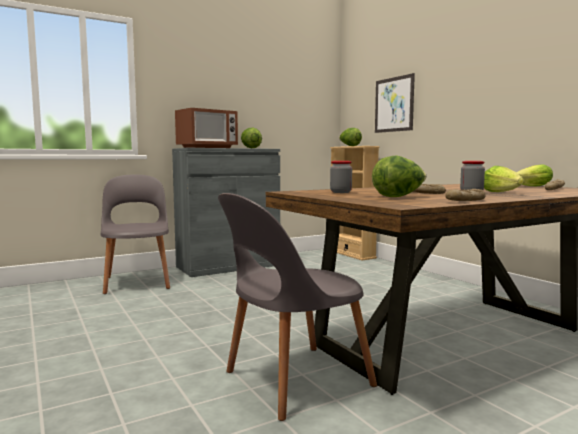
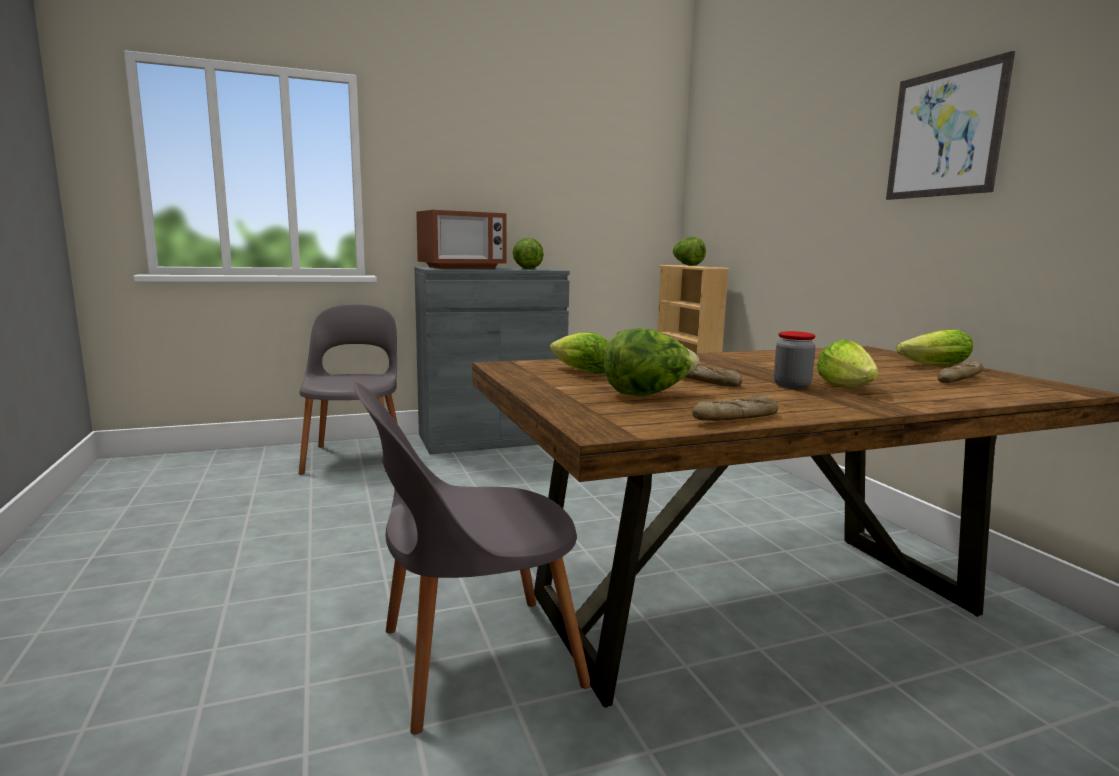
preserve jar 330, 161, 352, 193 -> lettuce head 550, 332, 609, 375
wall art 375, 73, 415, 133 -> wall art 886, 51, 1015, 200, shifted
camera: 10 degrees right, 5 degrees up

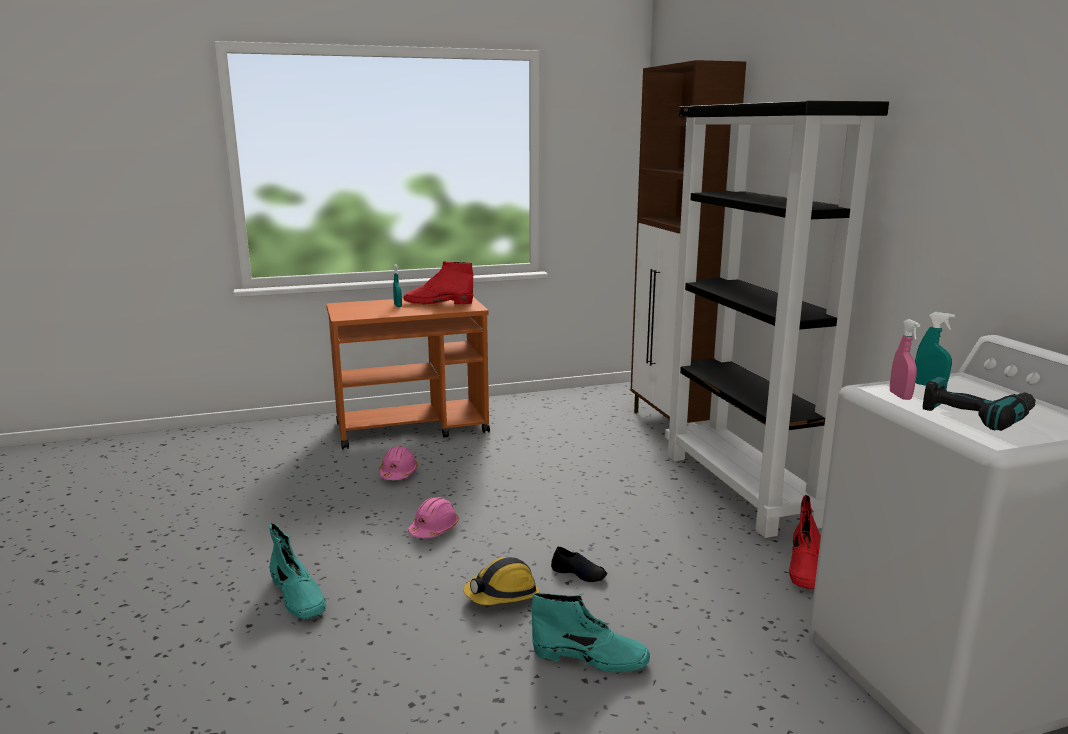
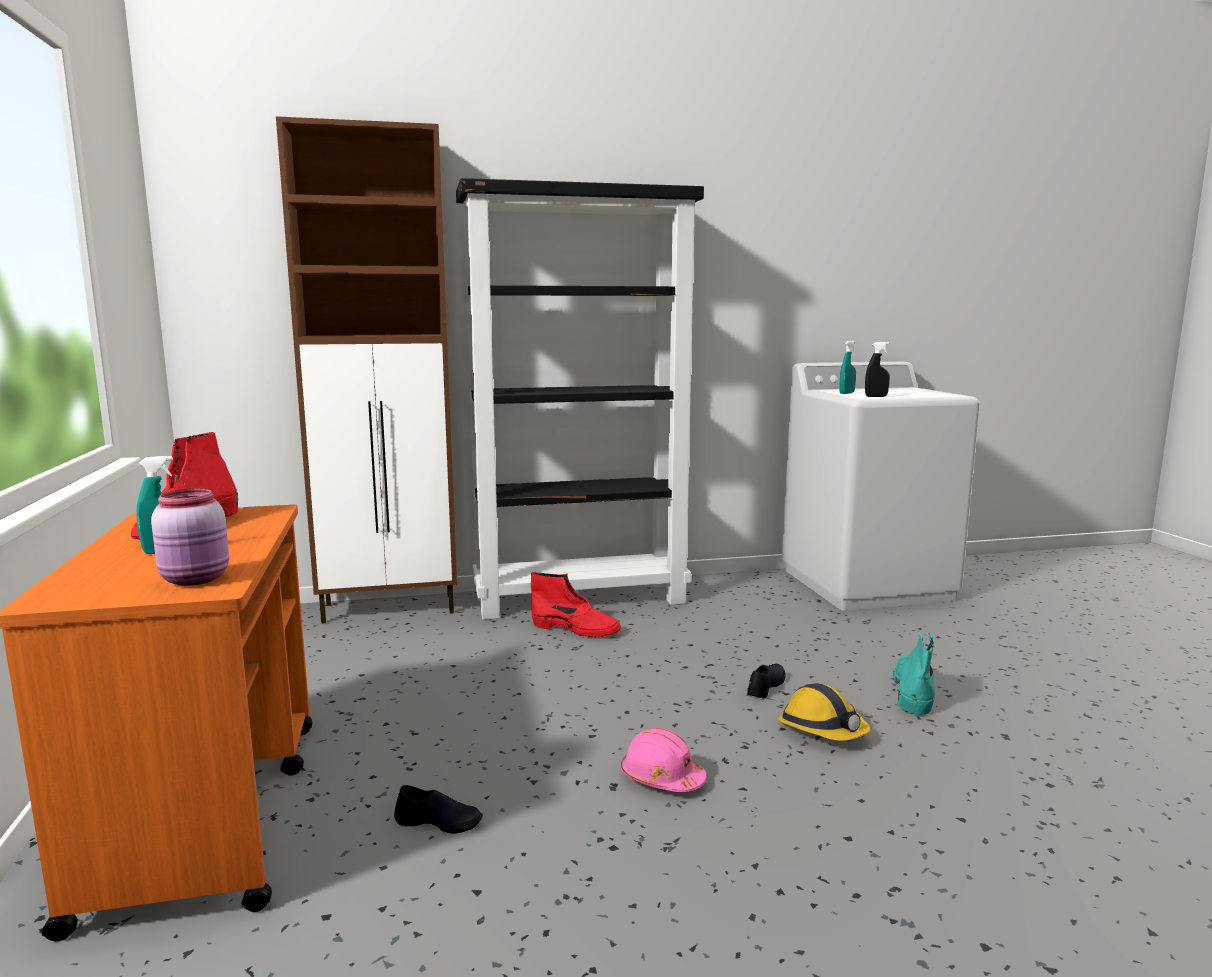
high-top boot/turquoise-coloured 269, 523, 326, 619 -> none
work helmet/pinkish 379, 446, 418, 480 -> shoe/blackish 394, 785, 483, 834
high-top boot/red 789, 495, 821, 589 -> high-top boot/red 531, 572, 621, 637, shifted
spray bottle/pinkish 890, 319, 920, 400 -> spray bottle/blackish 865, 342, 890, 397
power drill 923, 376, 1036, 431 -> none
none -> preserve jar/pinkish 151, 489, 229, 586
camera: 85 degrees left, 5 degrees down

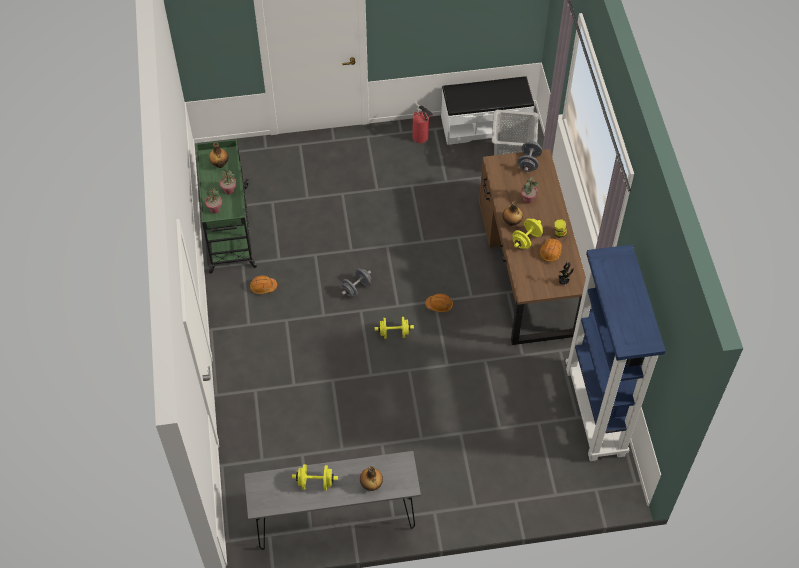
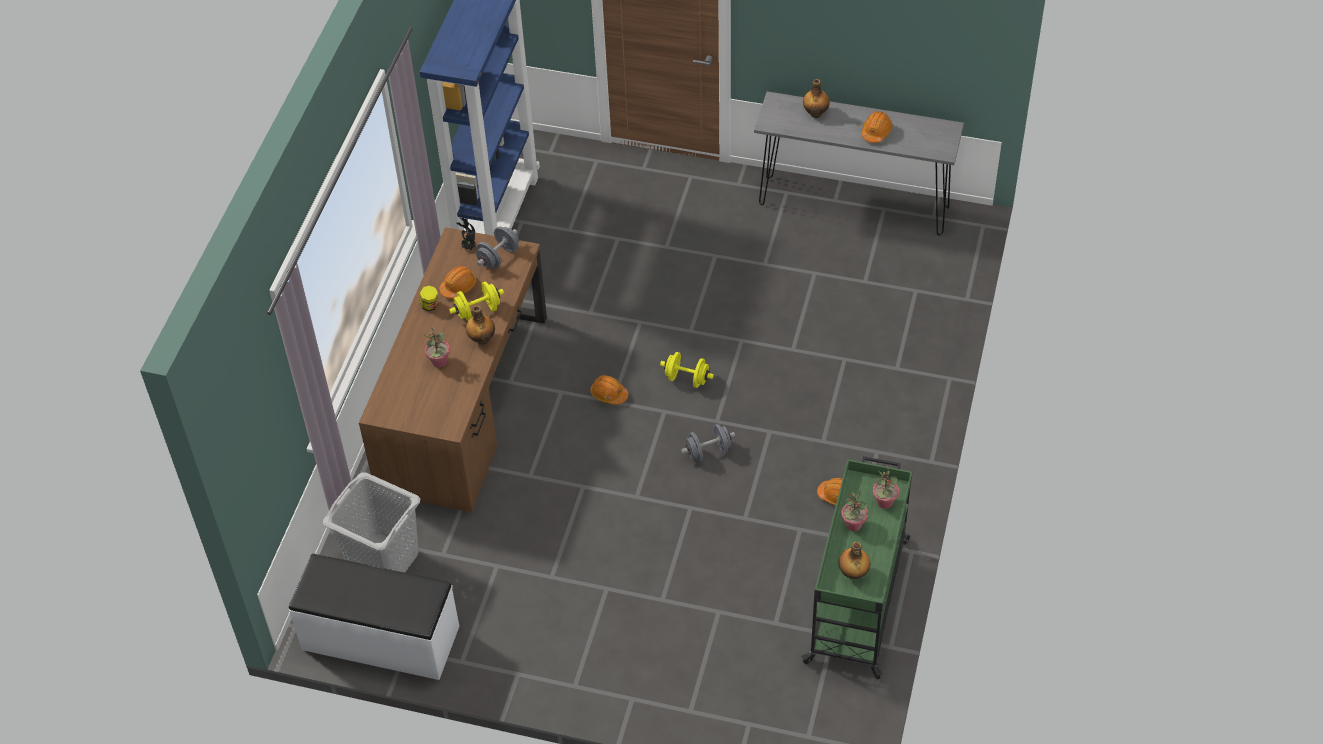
dumbbell/yellowish 292, 464, 338, 490 -> work helmet/orangey 861, 111, 893, 143
fire-fighting cylinder 412, 102, 434, 143 -> none
dumbbell/greyish 518, 141, 542, 172 -> dumbbell/greyish 476, 226, 519, 268, shifted
camera: 155 degrees left, 5 degrees down

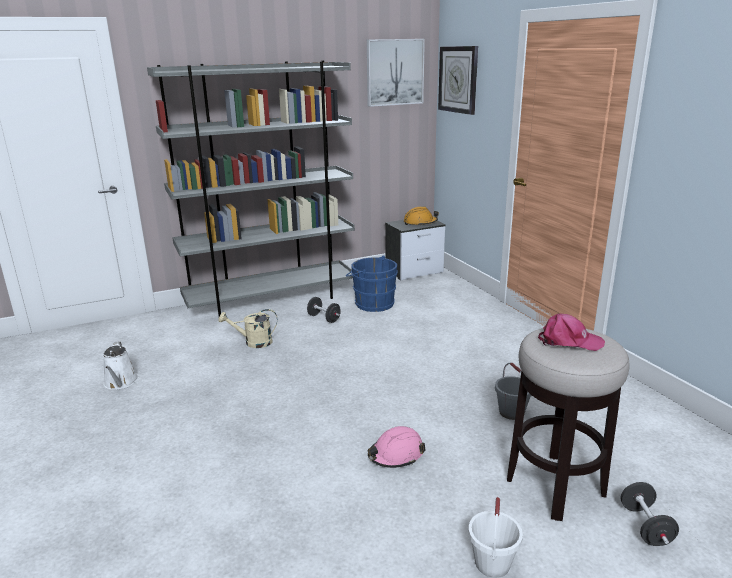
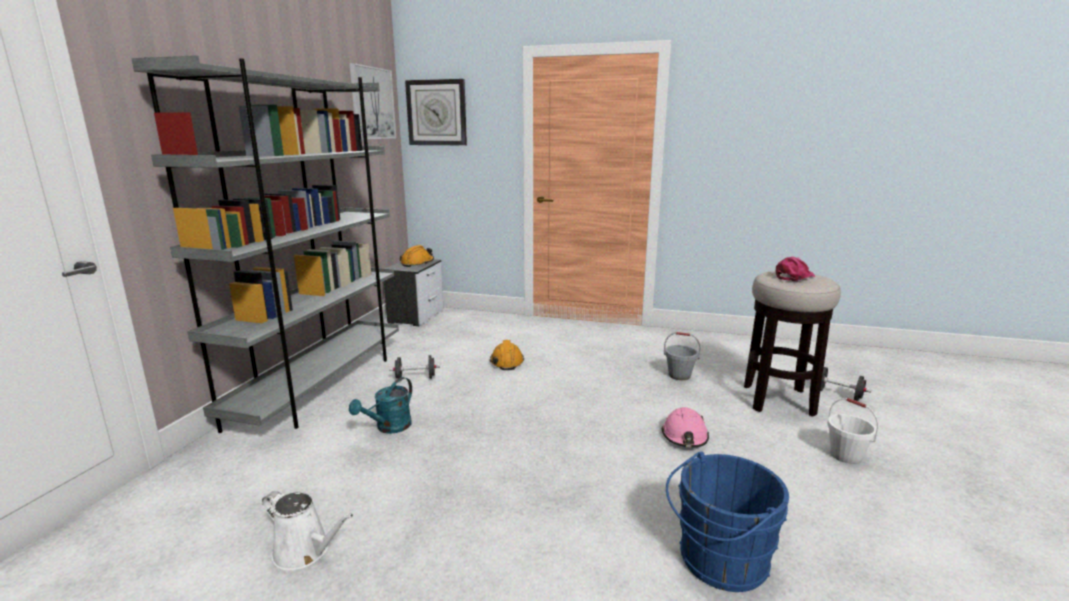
watering can/sand-coloured 218, 309, 277, 348 -> watering can/turquoise-coloured 349, 377, 412, 434
pail/blue 346, 256, 398, 312 -> pail/blue 666, 452, 789, 592, shifted
none -> work helmet/orangey 490, 340, 525, 370
camera: 50 degrees left, 5 degrees down

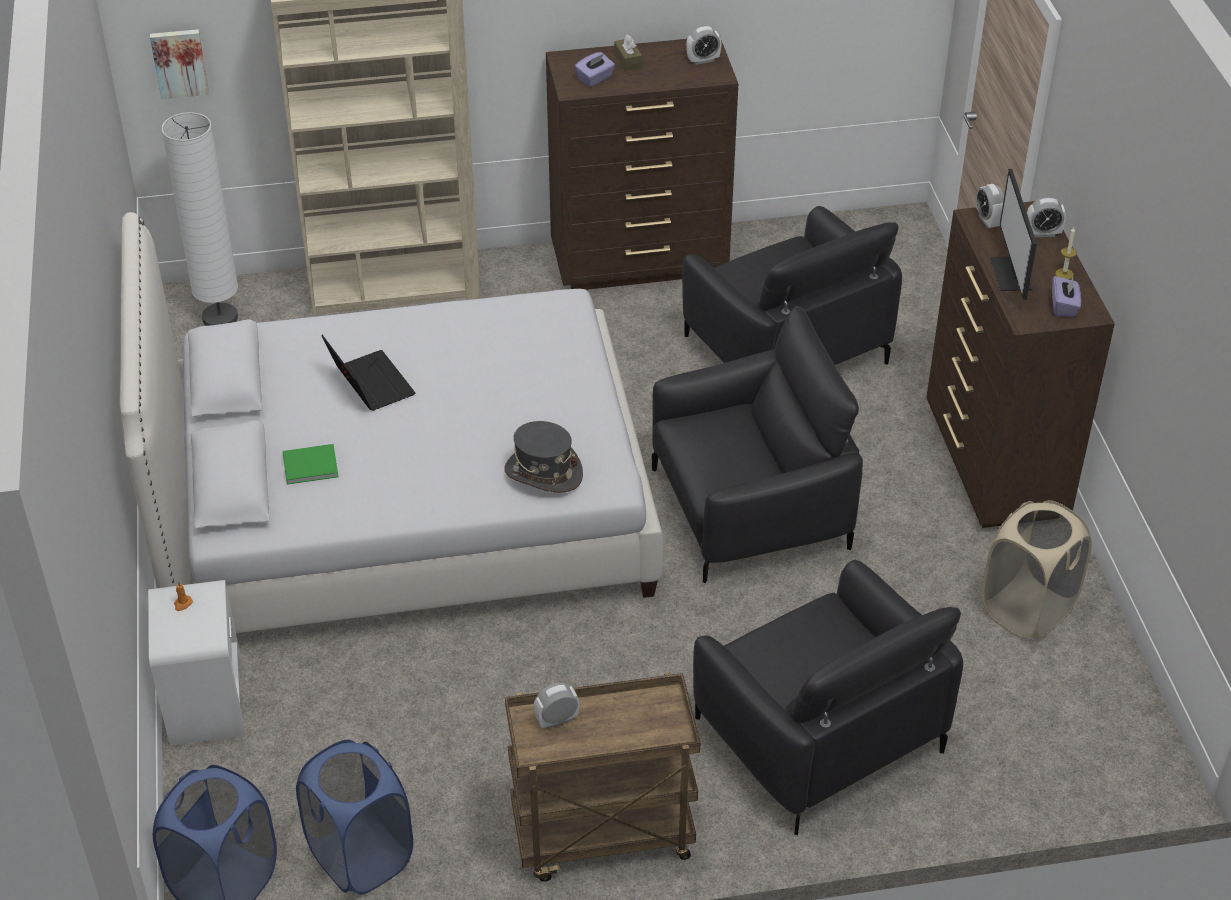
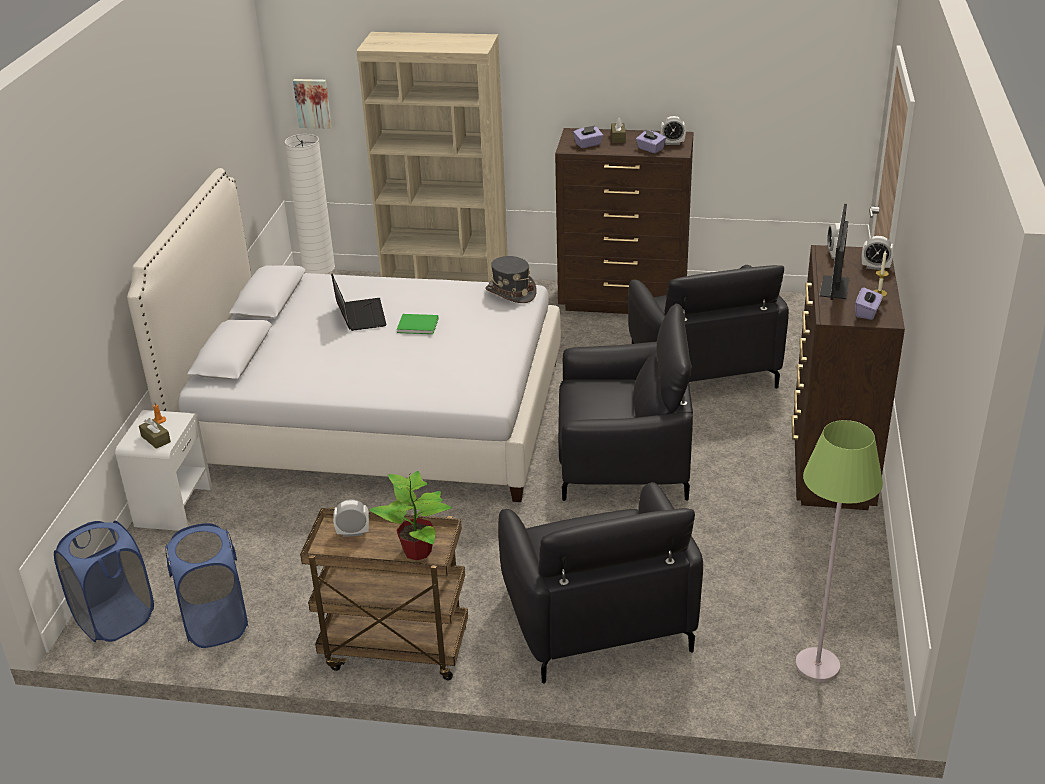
book/green 282, 444, 339, 485 -> book/green 397, 314, 439, 334, shifted
clothing hat/greyish 504, 421, 583, 493 -> clothing hat/greyish 485, 256, 537, 303, shifted
washing basket/sand-coloured 982, 500, 1092, 639 -> none
none -> box of tissues/brown-coloured 139, 418, 171, 449
none -> plant in a pot 369, 471, 452, 561
none -> box of tissues/purple 636, 129, 666, 153
none -> floor lamp/green 795, 420, 883, 682
camera: 20 degrees right, 10 degrees down

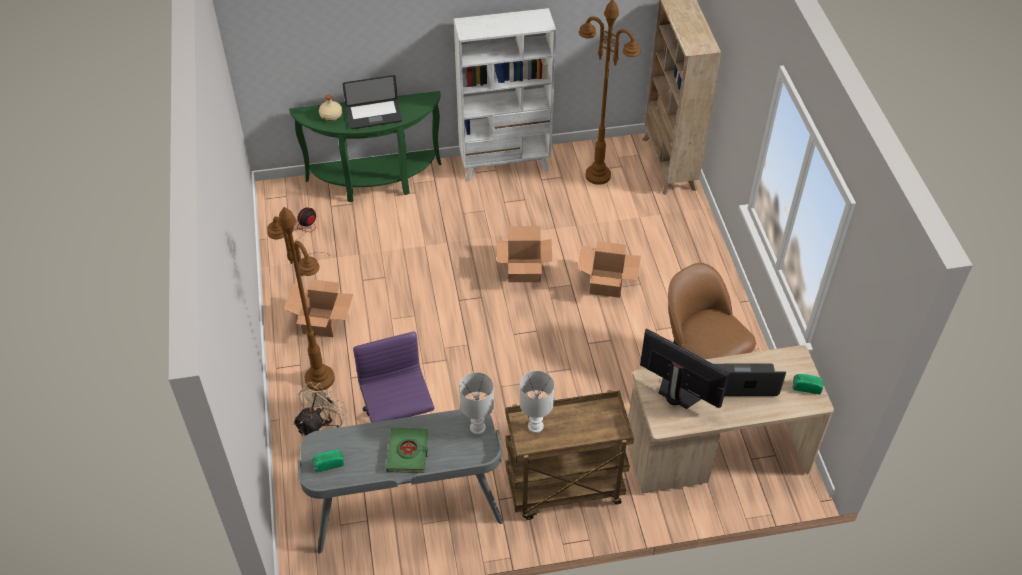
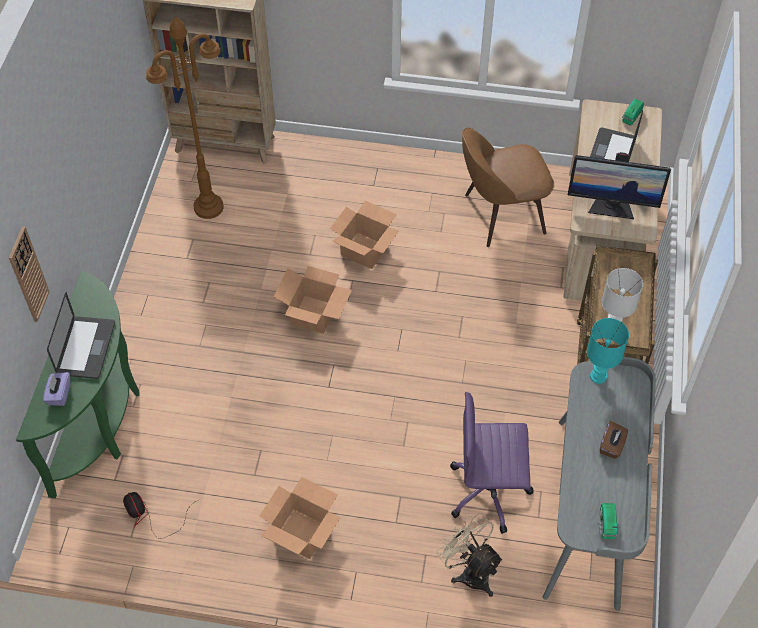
floor lamp/brown-coloured 267, 207, 335, 391 -> none
drink bottle/sand-coloured 319, 94, 343, 121 -> box of tissues/purple 43, 372, 71, 406
book/green 386, 428, 429, 473 -> box of tissues/brown-coloured 600, 421, 628, 459
shelving unit/whitish 454, 8, 556, 181 -> none
table lamp/whitish 459, 372, 494, 435 -> table lamp/turquoise-coloured 587, 318, 629, 384
computer display 640, 328, 730, 409 -> computer display 568, 152, 671, 219, 135 degrees counterclockwise
none -> hanging clock 9, 226, 50, 322
camera: 70 degrees left, 5 degrees up

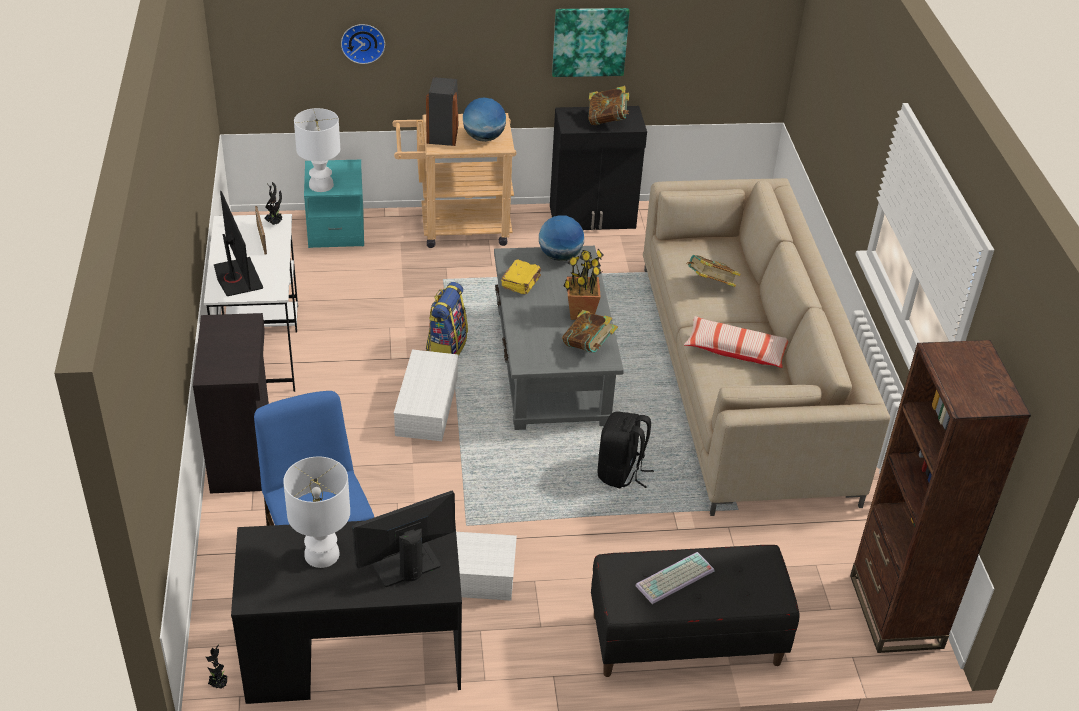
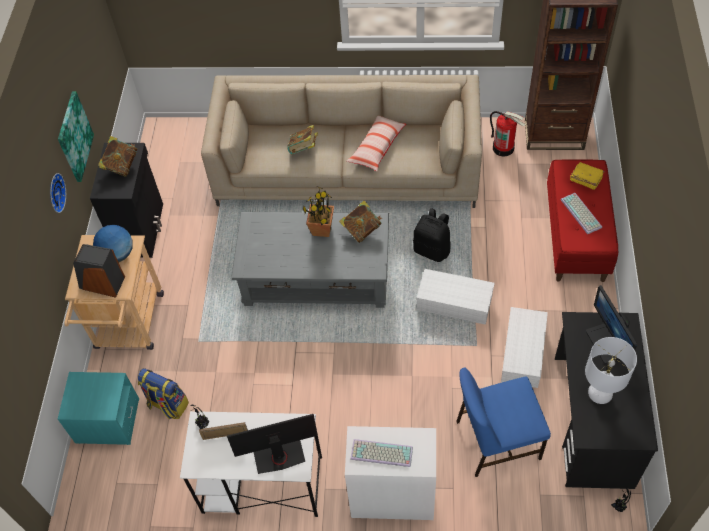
cabinet/blackish 193, 313, 269, 494 -> cabinet/whitish 345, 426, 436, 520
table lamp/whitish 294, 108, 340, 192 -> none
hanging clock 341, 24, 385, 64 -> hanging clock 50, 173, 66, 213, shifted
storage container/whitish 394, 349, 459, 441 -> storage container/whitish 416, 269, 495, 325, shifted
backpack 426, 282, 468, 355 -> backpack 138, 368, 189, 419, shifted
book/yellowish 501, 259, 541, 294 -> book/yellowish 570, 162, 604, 190, shifted
desk globe 539, 215, 584, 261 -> none
indoor bench/blackish 591, 545, 799, 677 -> indoor bench/red 547, 160, 618, 282
none -> computer keyboard 350, 439, 413, 467
none -> fire-fighting cylinder 490, 111, 525, 157
camera: 75 degrees left, 15 degrees up

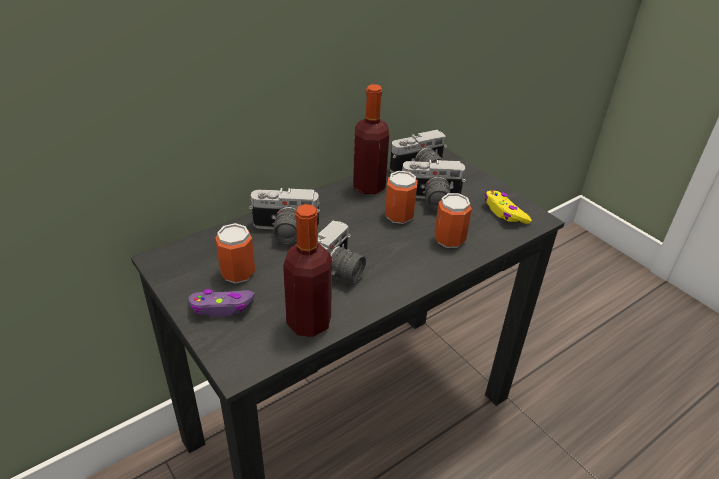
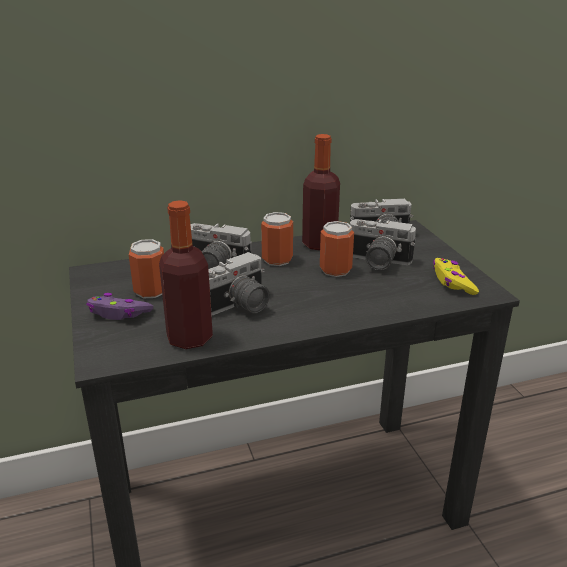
can 434, 193, 472, 248 -> can 261, 212, 293, 266, shifted
camera: 20 degrees right, 10 degrees down

